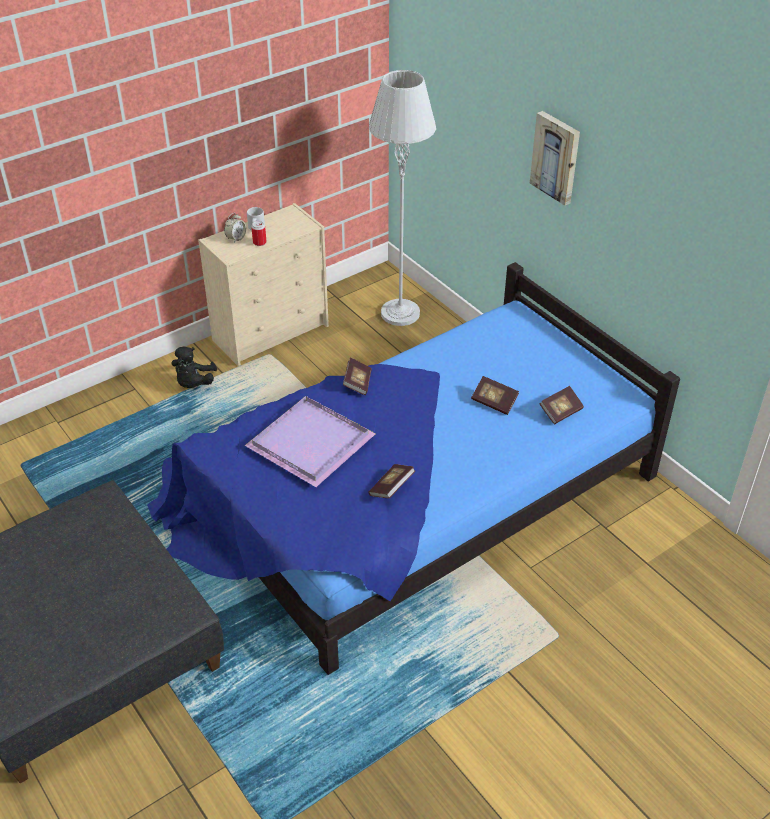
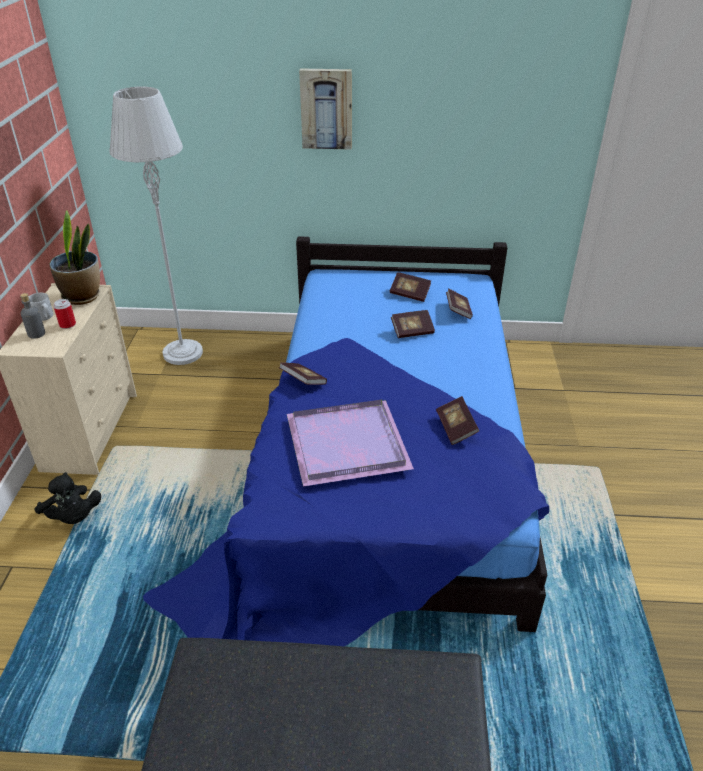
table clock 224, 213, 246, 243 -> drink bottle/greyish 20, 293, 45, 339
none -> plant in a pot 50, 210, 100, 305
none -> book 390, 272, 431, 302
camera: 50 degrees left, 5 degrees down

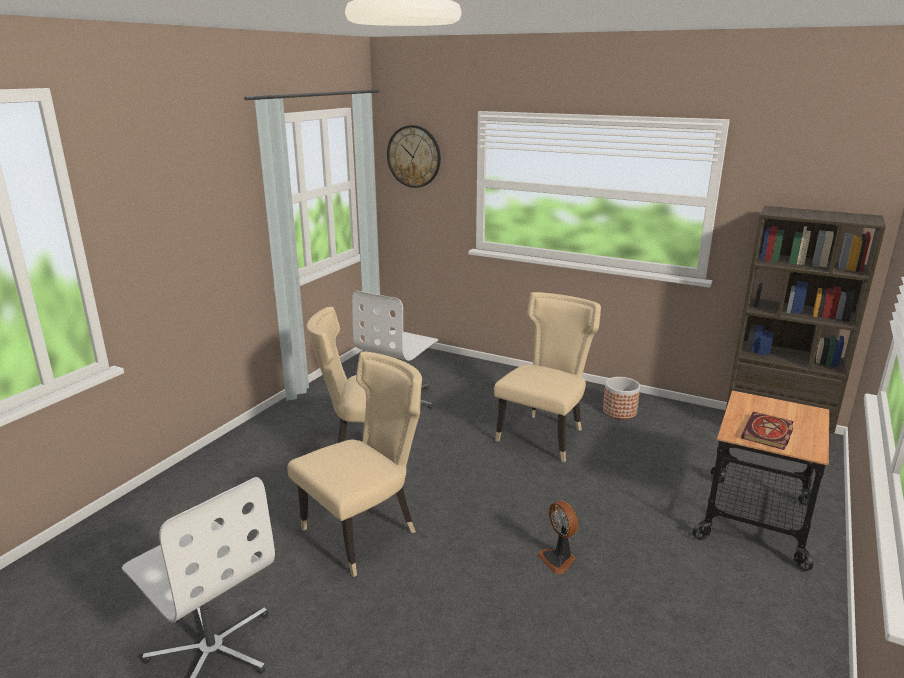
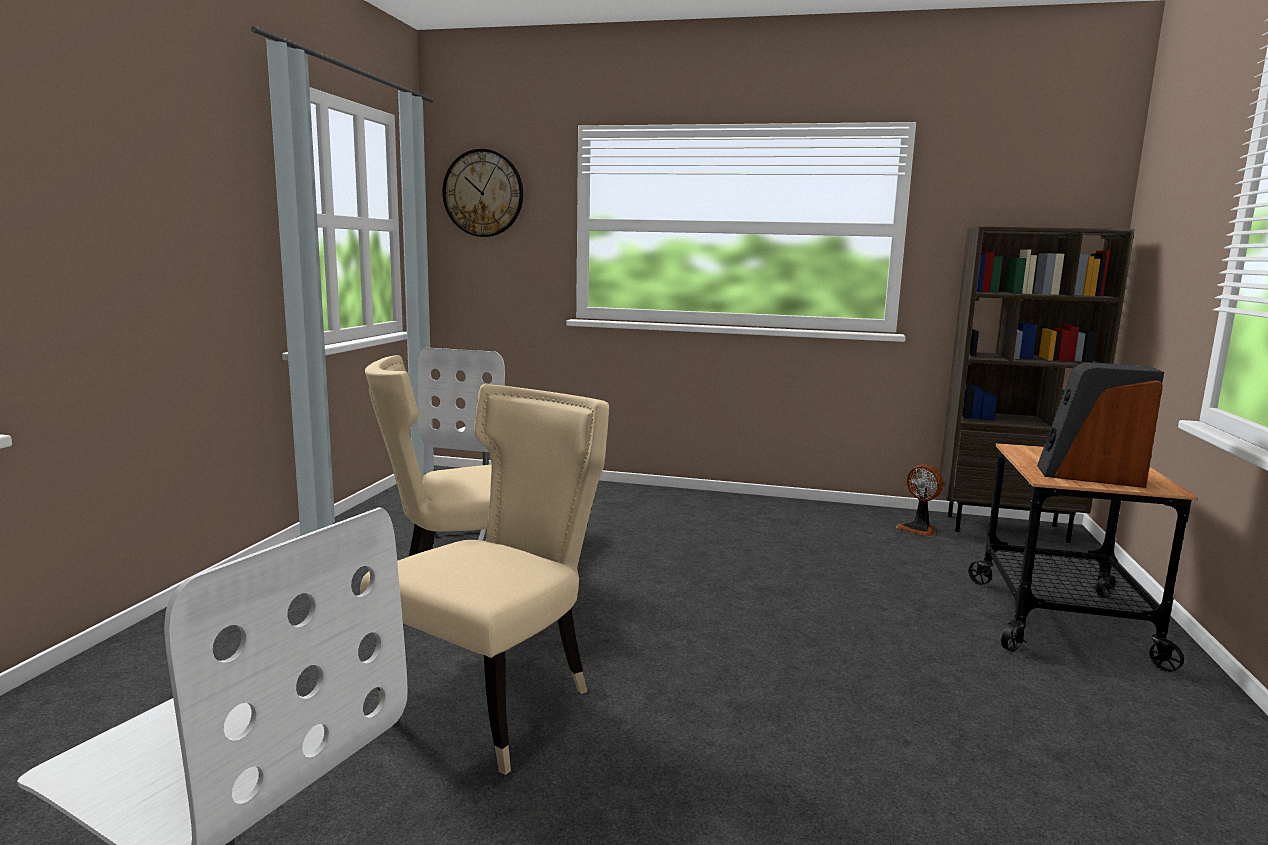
chair/sand-coloured 494, 292, 601, 462 -> none
fan 537, 501, 578, 574 -> fan 896, 464, 943, 537, shifted
plant pot 603, 377, 640, 419 -> none
book 741, 412, 794, 450 -> speaker 1037, 362, 1164, 488
camera: 15 degrees left, 10 degrees down

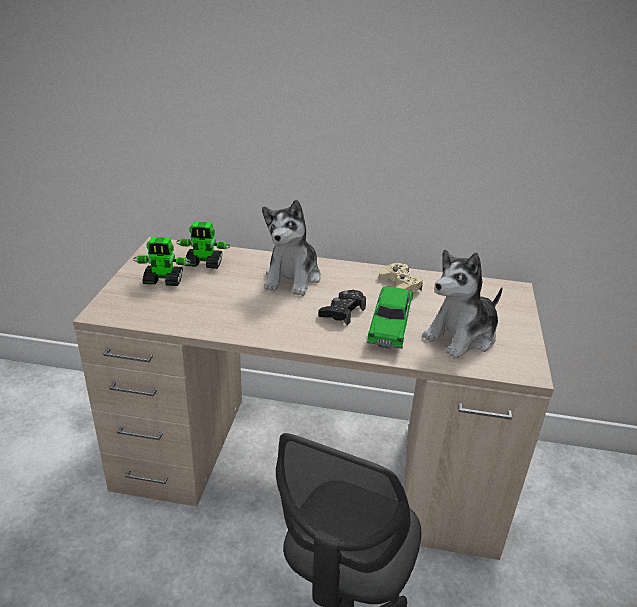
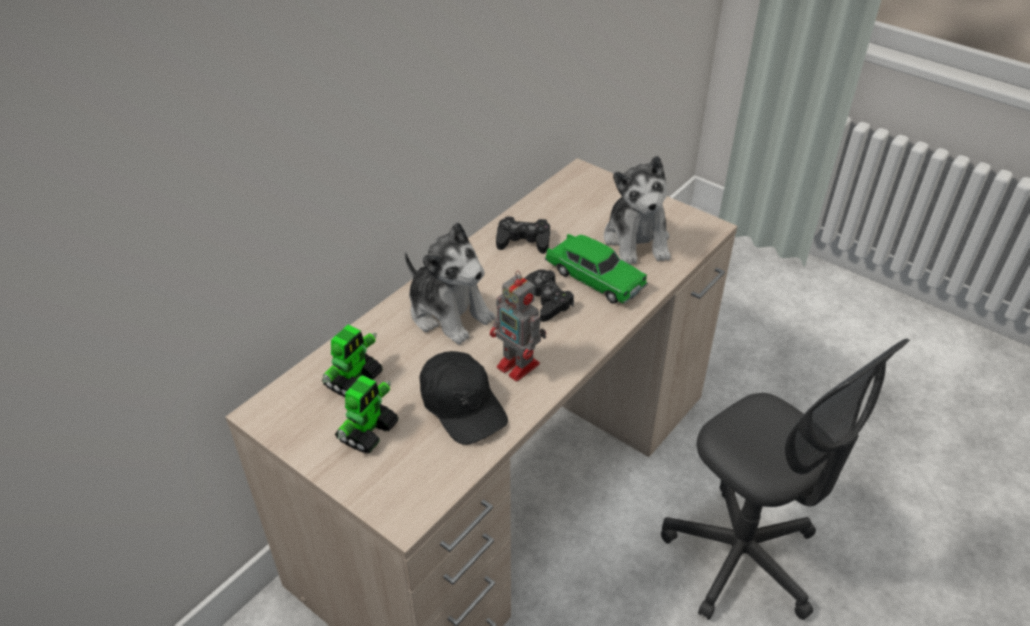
game controller/sand-coloured 379, 263, 423, 292 -> game controller/blackish 496, 216, 550, 254
none -> cap/blackish 419, 351, 508, 445
none -> toy robot 490, 271, 546, 381
camera: 60 degrees left, 10 degrees up

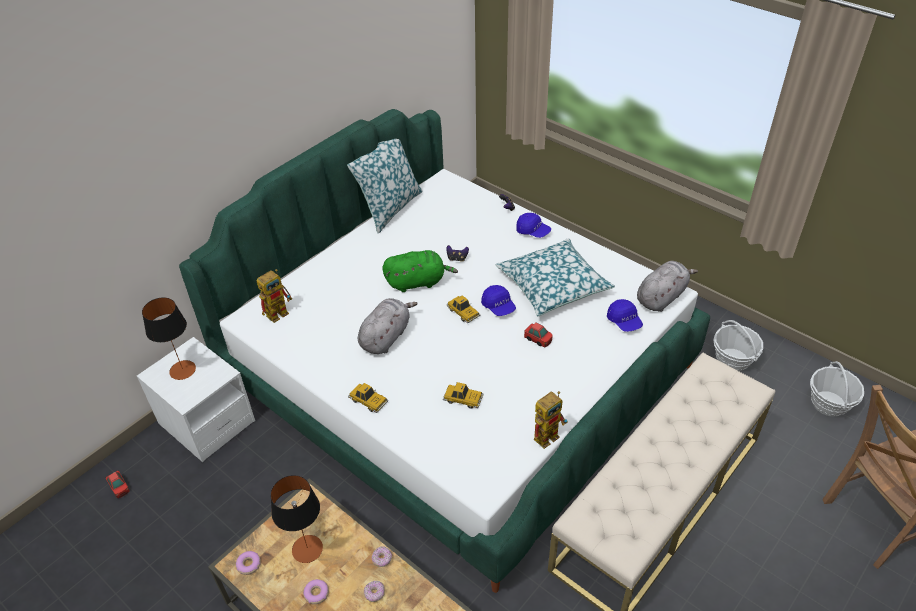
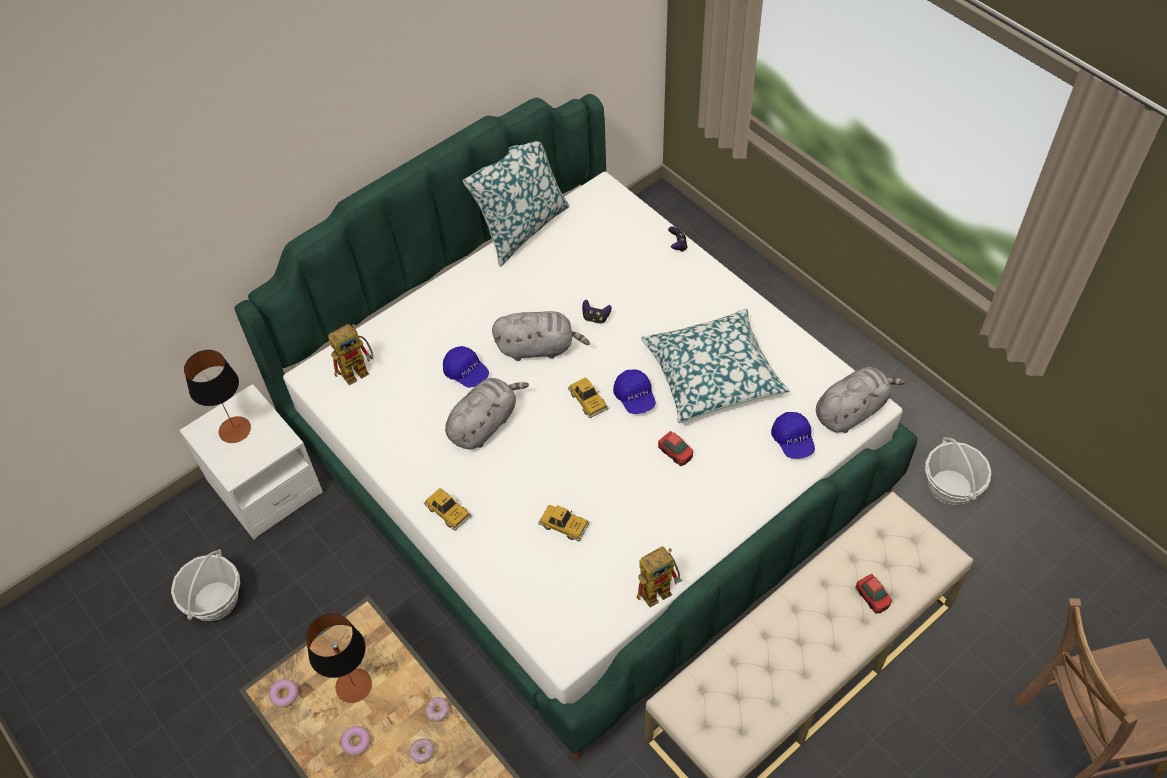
miniature car 106, 471, 130, 498 -> miniature car 855, 574, 892, 614, shifted
cuddly toy/green 382, 250, 458, 292 -> cuddly toy/greyish 492, 311, 590, 361
cap/blue 516, 213, 551, 238 -> cap/blue 443, 346, 489, 388, shifted
storage basket 810, 361, 864, 417 -> storage basket 171, 549, 240, 621, shifted
camera: 10 degrees right, 10 degrees up

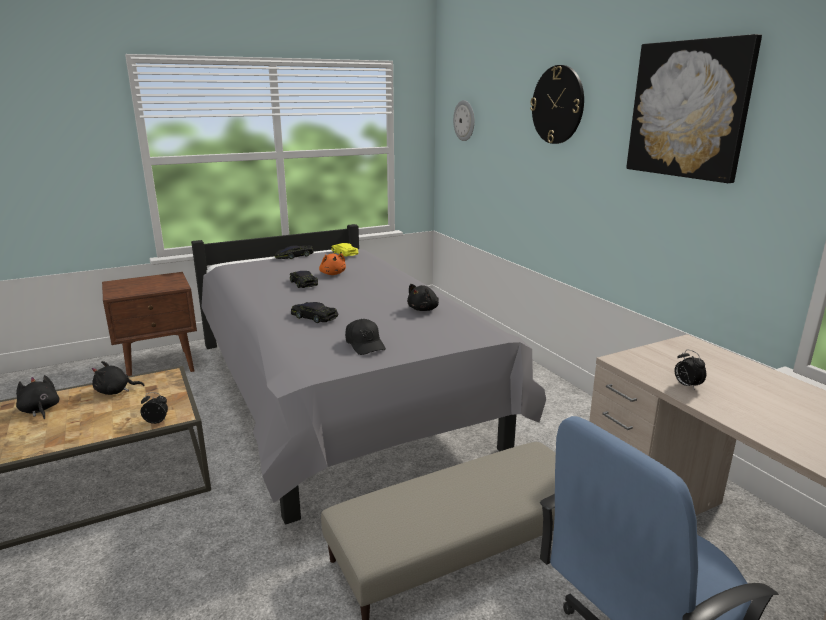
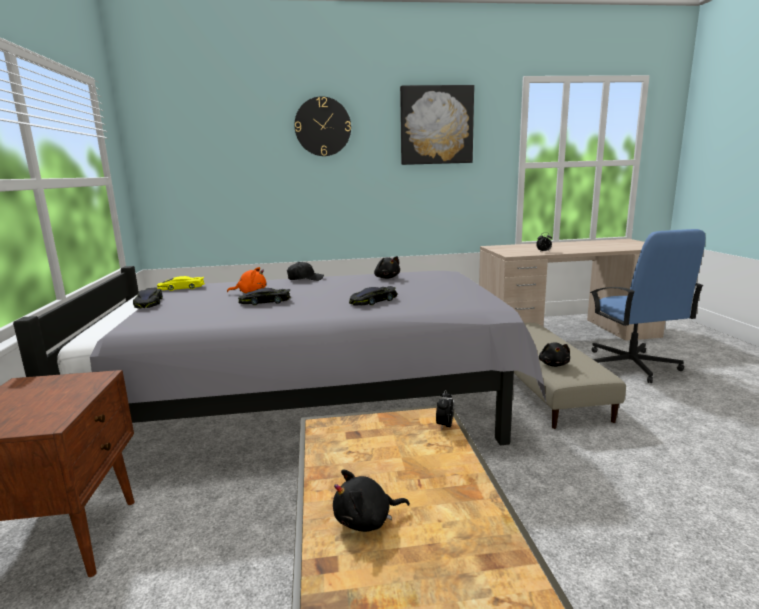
cuddly toy/blackish 92, 361, 144, 395 -> cuddly toy/blackish 539, 342, 570, 367, shifted
cap/blackish 345, 319, 386, 355 -> cap/blackish 287, 262, 324, 281, shifted
hanging clock 453, 100, 475, 141 -> none
camera: 70 degrees left, 5 degrees down

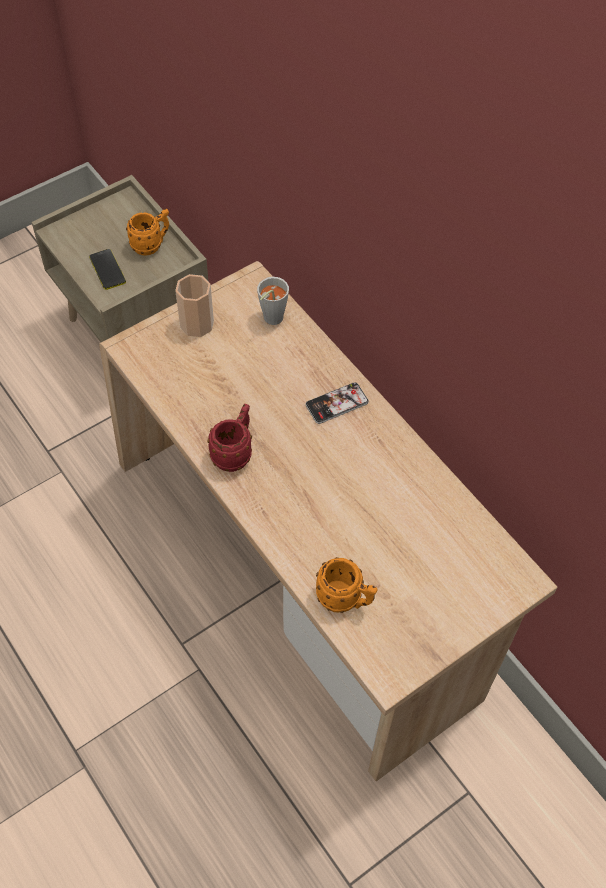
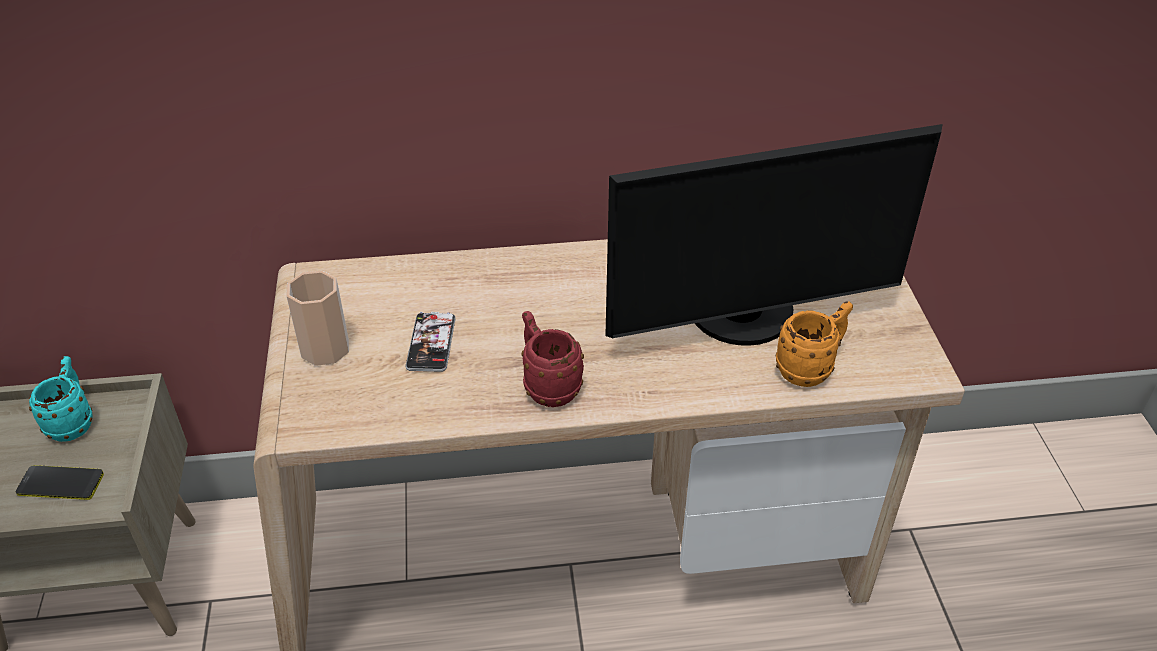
mug/orangey 126, 209, 169, 255 -> mug/turquoise-coloured 29, 356, 93, 442
small cup/greyish 257, 277, 289, 325 -> none
phone 305, 382, 369, 424 -> phone 406, 312, 456, 372, shifted
none -> computer display 605, 124, 942, 346
camera: 60 degrees left, 15 degrees down

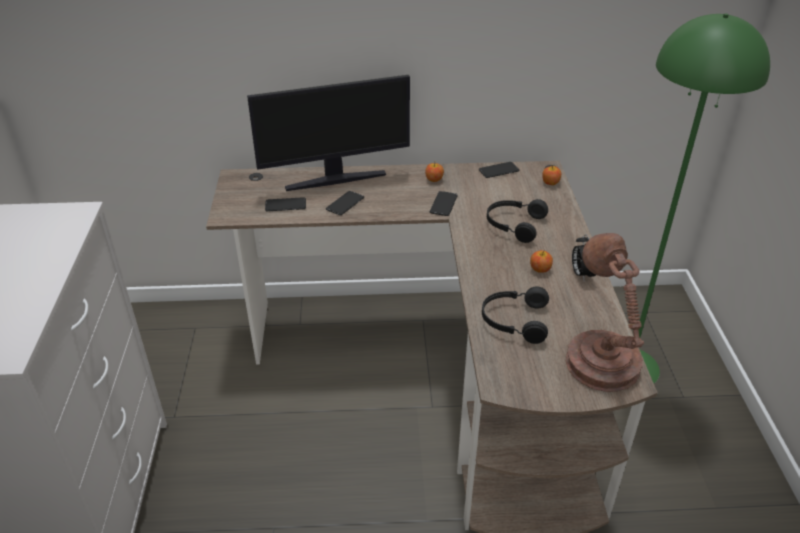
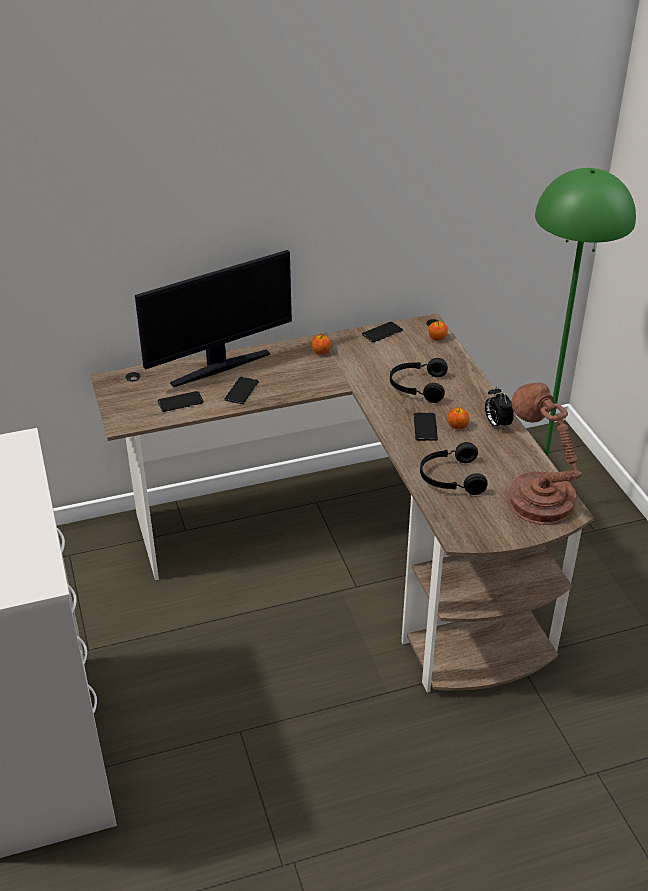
phone 430, 191, 458, 216 -> phone 414, 413, 438, 441, shifted
camera: 15 degrees left, 0 degrees up

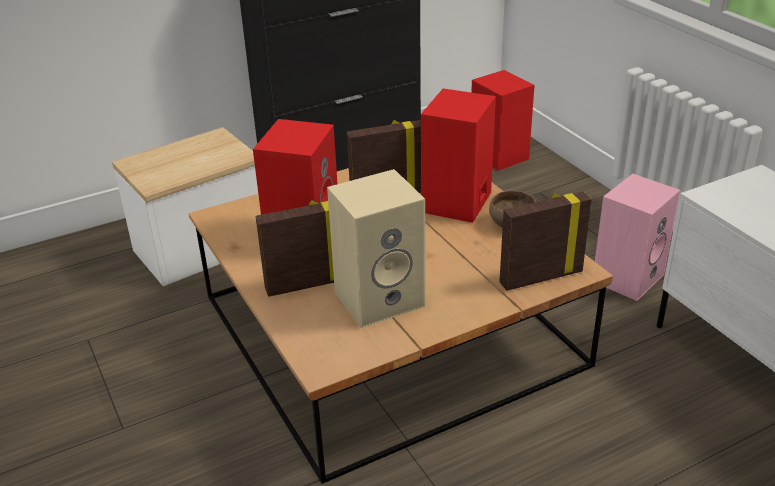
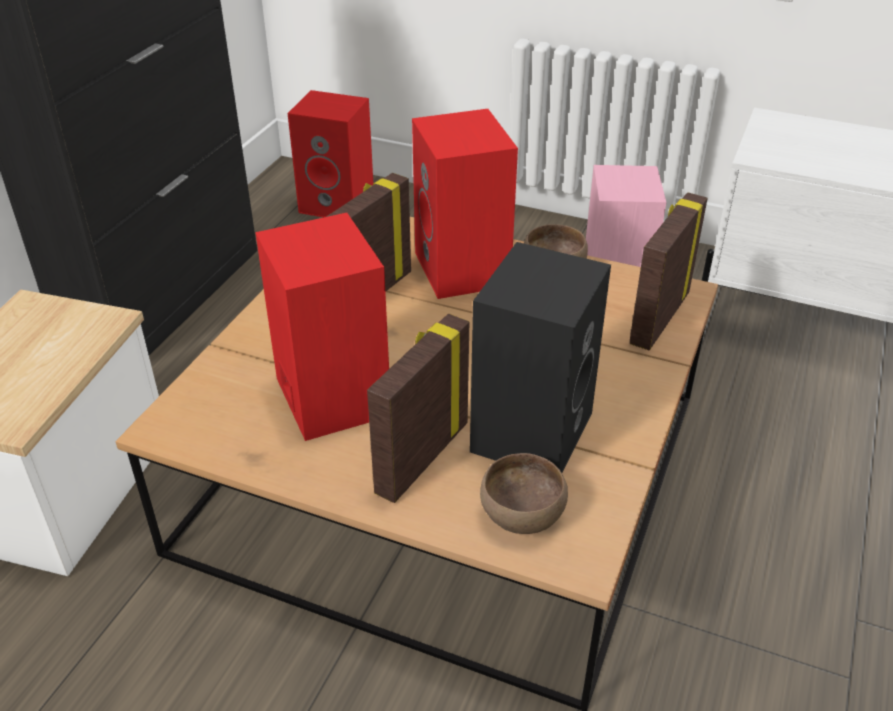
speaker/sand-coloured 327, 169, 425, 328 -> speaker/blackish 470, 242, 611, 473
none -> bowl/brown-coloured 480, 453, 568, 534
camera: 40 degrees left, 5 degrees up

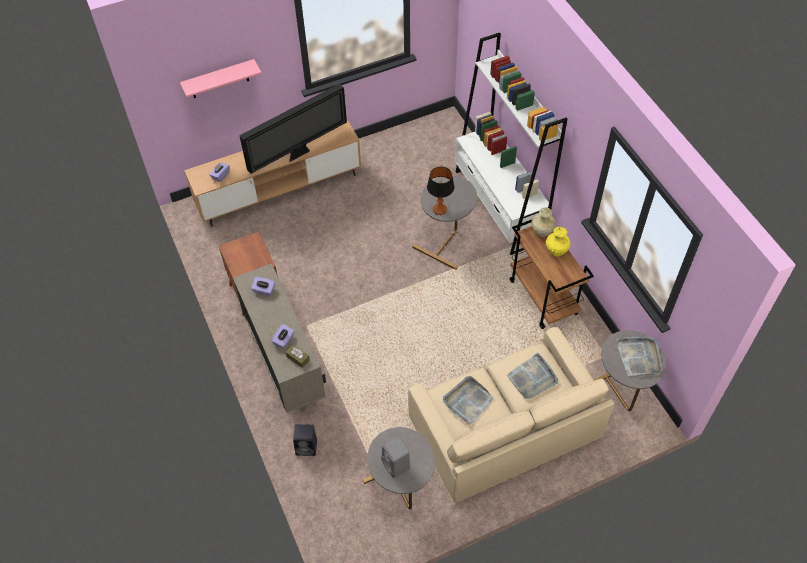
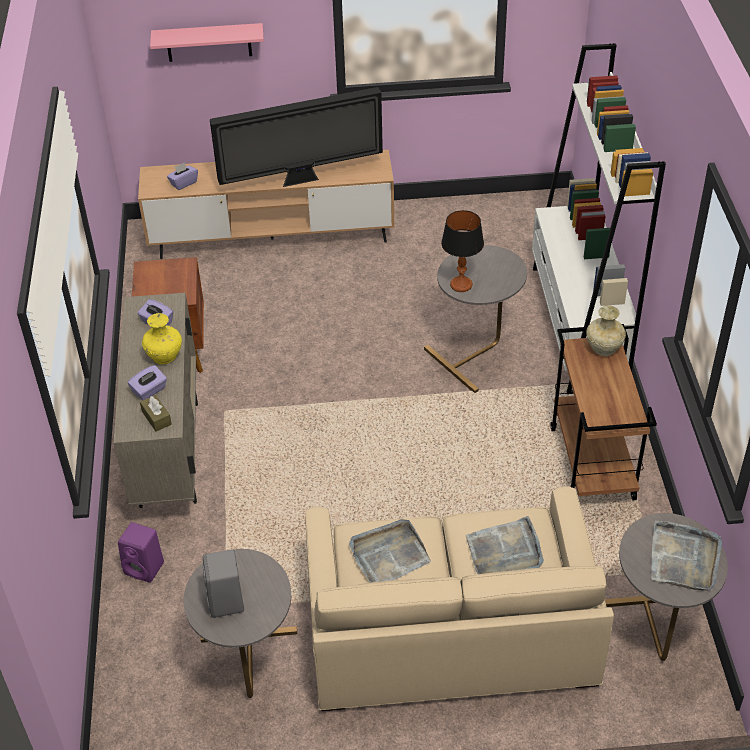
speaker/blackish 293, 424, 317, 456 -> speaker/purple 118, 522, 164, 583
vase/yellowish 546, 227, 570, 257 -> vase/yellowish 142, 313, 182, 365, shifted
camera: 20 degrees right, 10 degrees down

